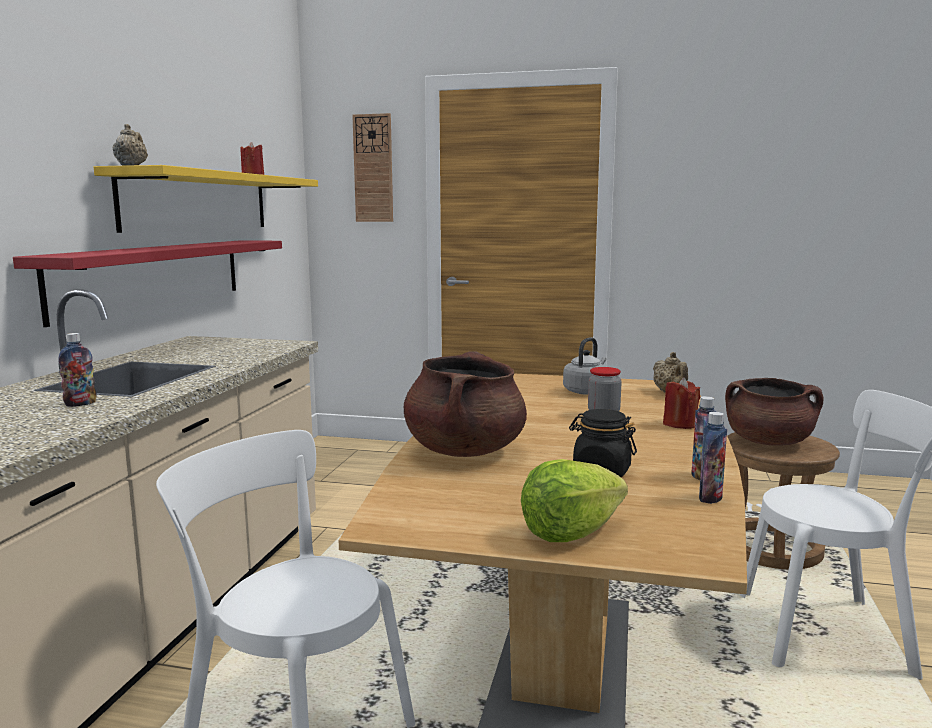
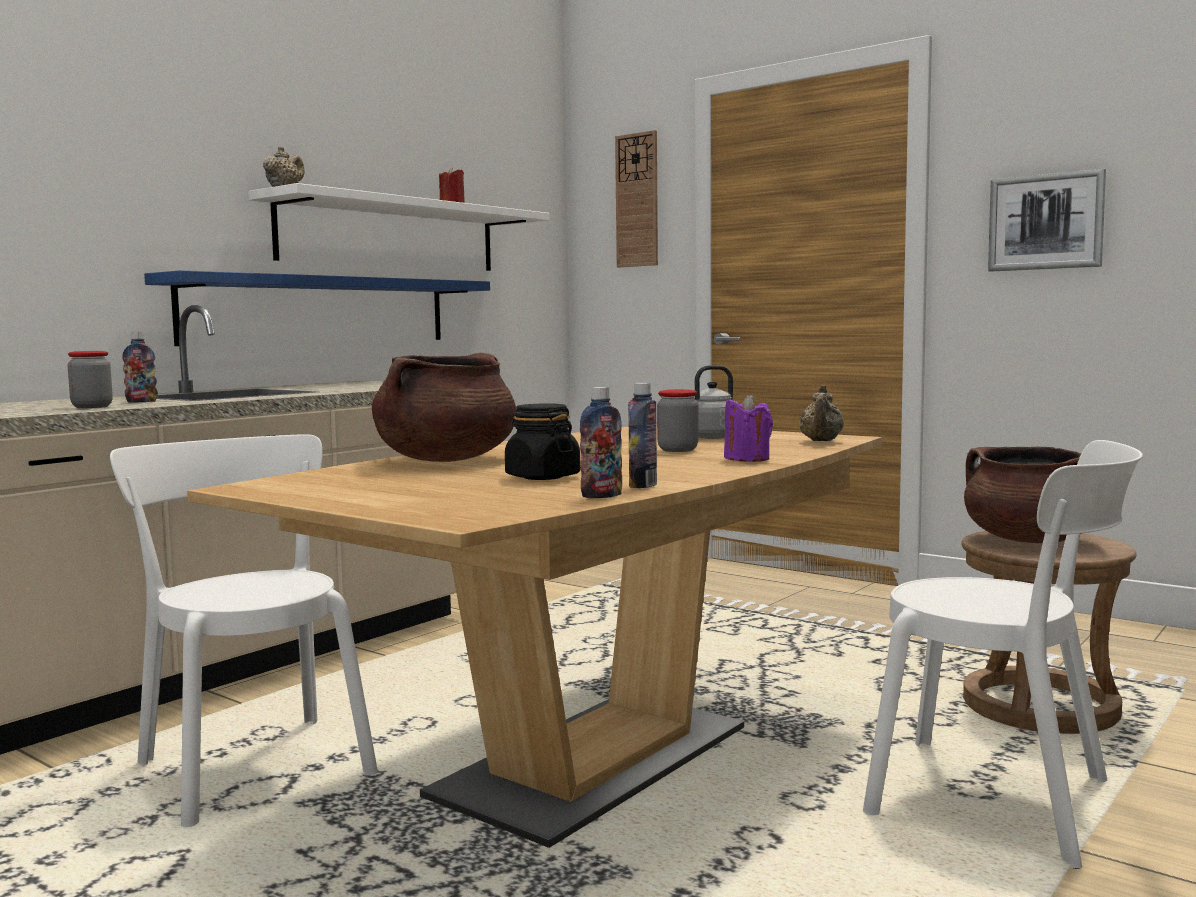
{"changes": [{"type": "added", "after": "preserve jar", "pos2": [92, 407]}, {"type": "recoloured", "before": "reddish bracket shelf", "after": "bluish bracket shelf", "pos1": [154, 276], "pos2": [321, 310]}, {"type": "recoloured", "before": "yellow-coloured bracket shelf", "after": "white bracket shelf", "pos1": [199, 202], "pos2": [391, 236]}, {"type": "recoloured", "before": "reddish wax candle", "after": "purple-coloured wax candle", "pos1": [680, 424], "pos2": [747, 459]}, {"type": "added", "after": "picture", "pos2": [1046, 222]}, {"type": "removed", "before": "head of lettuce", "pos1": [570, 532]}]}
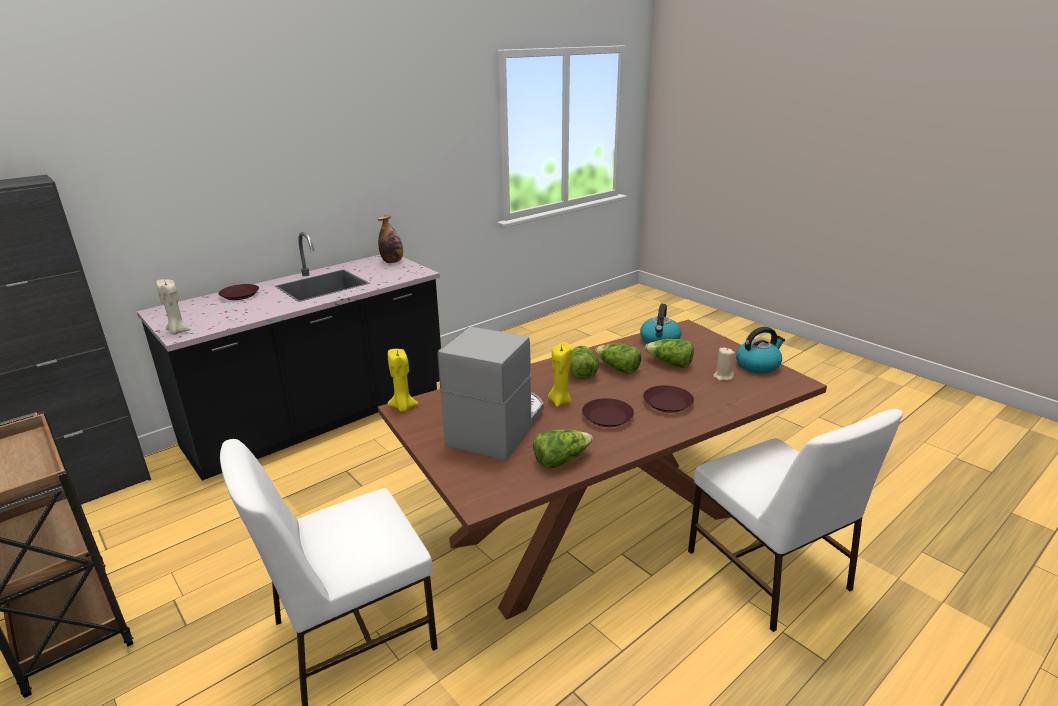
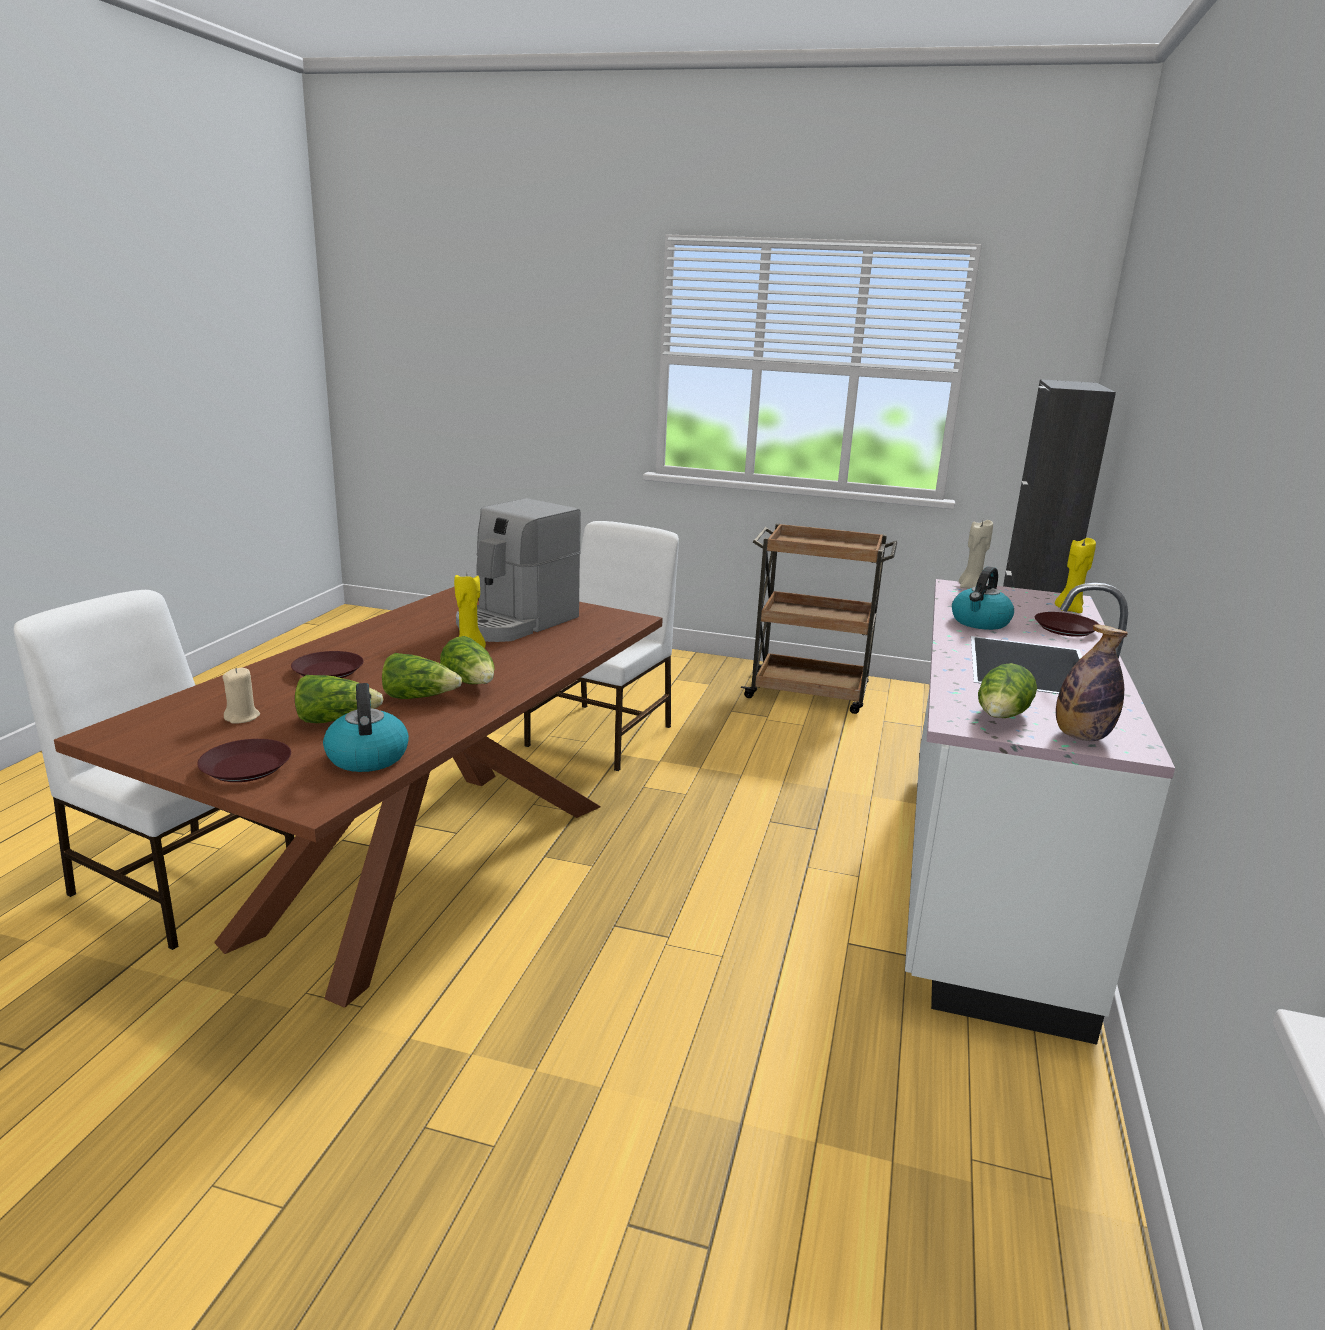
{"changes": [{"type": "moved", "before": "brownish flat dish", "pos1": [607, 417], "pos2": [246, 768]}, {"type": "turned", "before": "coffee machine", "pos1": [498, 426], "pos2": [515, 623], "turn": 45}, {"type": "recoloured", "before": "black-coloured kitchen counter", "after": "white kitchen counter", "pos1": [320, 419], "pos2": [982, 877]}, {"type": "moved", "before": "kettle", "pos1": [758, 365], "pos2": [980, 622]}, {"type": "moved", "before": "head of lettuce", "pos1": [561, 460], "pos2": [1001, 717]}, {"type": "moved", "before": "yellow-coloured wax candle", "pos1": [403, 407], "pos2": [1069, 610]}]}
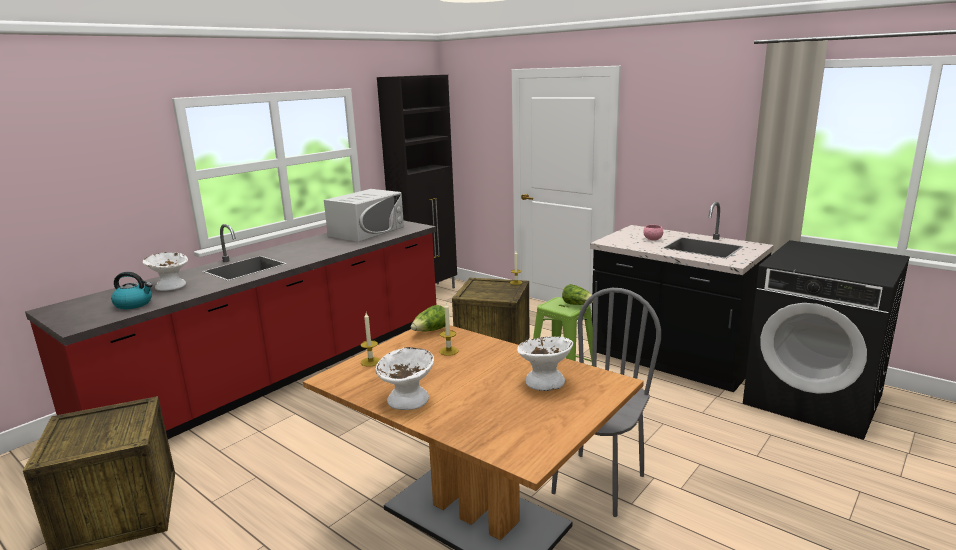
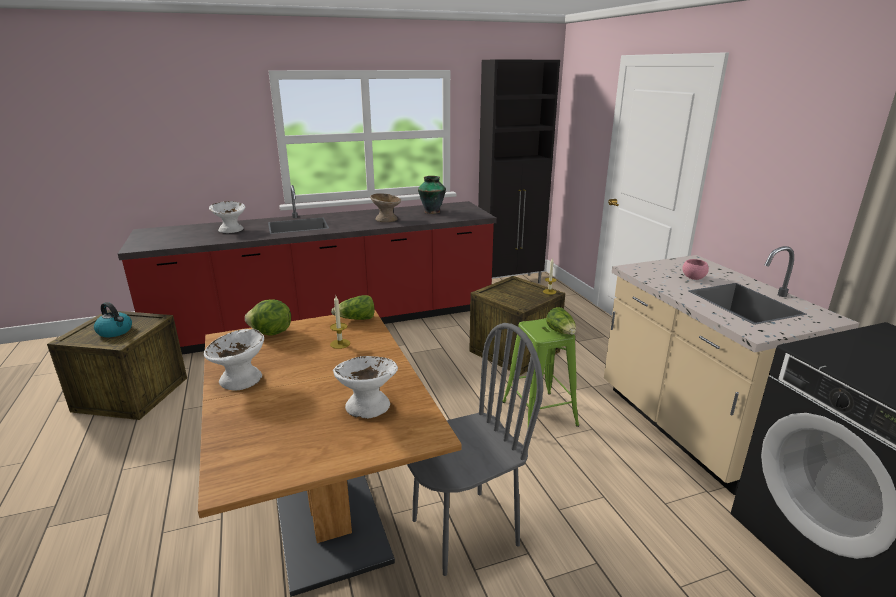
{"changes": [{"type": "moved", "before": "kettle", "pos1": [134, 304], "pos2": [115, 331]}, {"type": "replaced", "before": "wax candle", "after": "head of lettuce", "pos1": [370, 361], "pos2": [271, 333]}, {"type": "added", "after": "sand-coloured deep dish", "pos2": [386, 219]}, {"type": "replaced", "before": "white microwave", "after": "decorative vase", "pos1": [367, 231], "pos2": [431, 211]}, {"type": "recoloured", "before": "black-coloured kitchen counter", "after": "sand-coloured kitchen counter", "pos1": [671, 361], "pos2": [690, 428]}]}
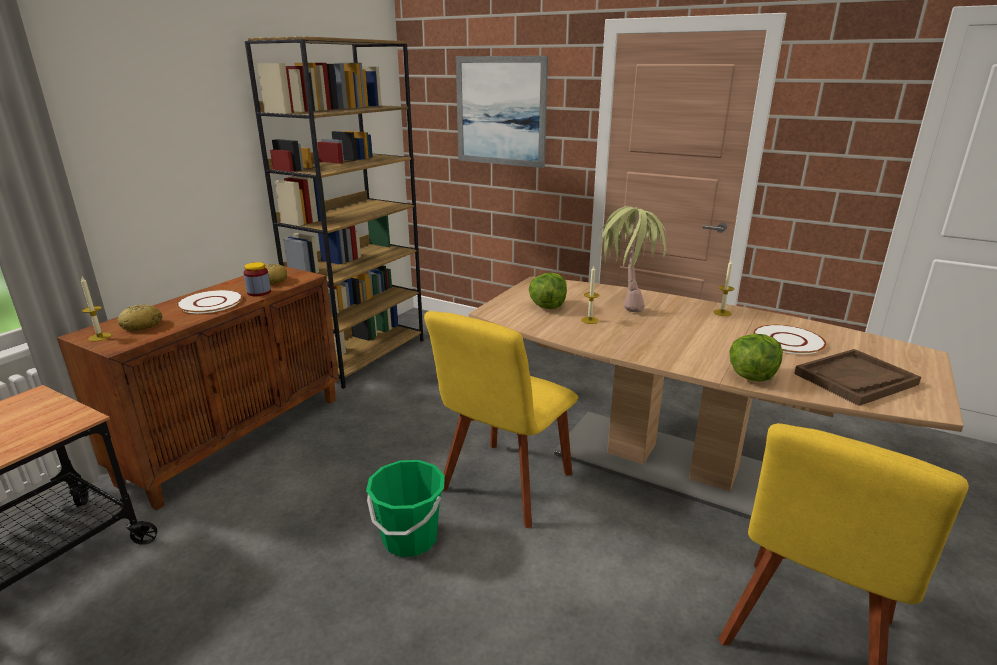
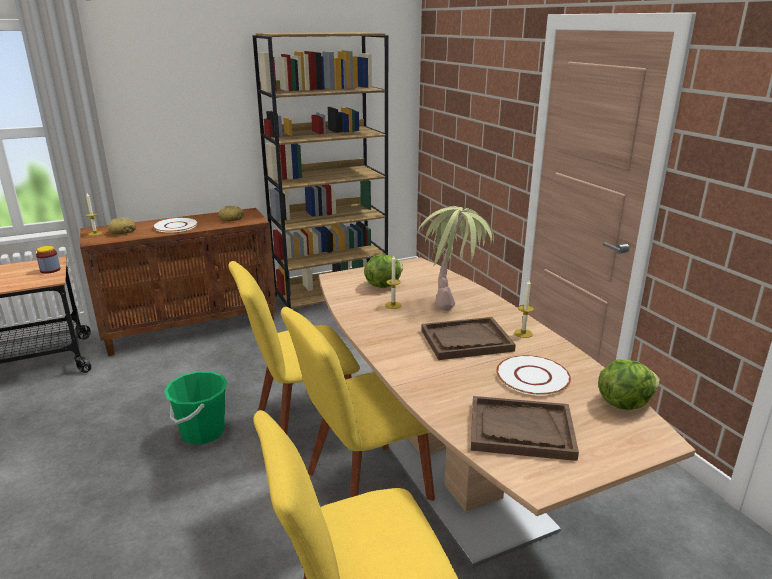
{"changes": [{"type": "moved", "before": "preserve jar", "pos1": [259, 292], "pos2": [50, 270]}, {"type": "added", "after": "yellow-coloured upright chair", "pos2": [362, 490]}, {"type": "added", "after": "brownish serving tray", "pos2": [466, 340]}, {"type": "moved", "before": "head of lettuce", "pos1": [751, 376], "pos2": [623, 403]}, {"type": "removed", "before": "picture", "pos1": [500, 111]}]}
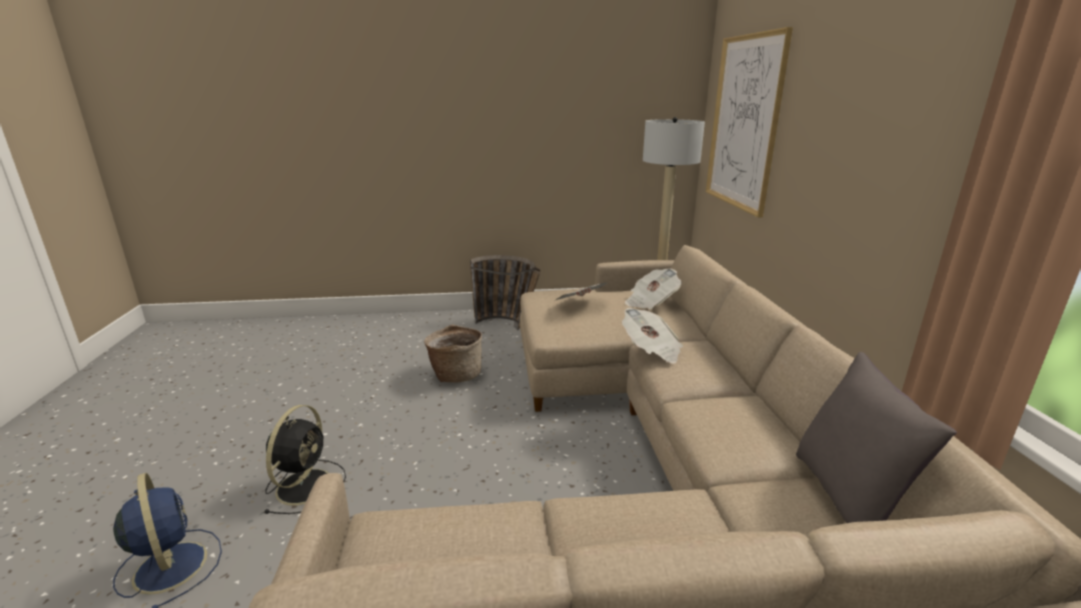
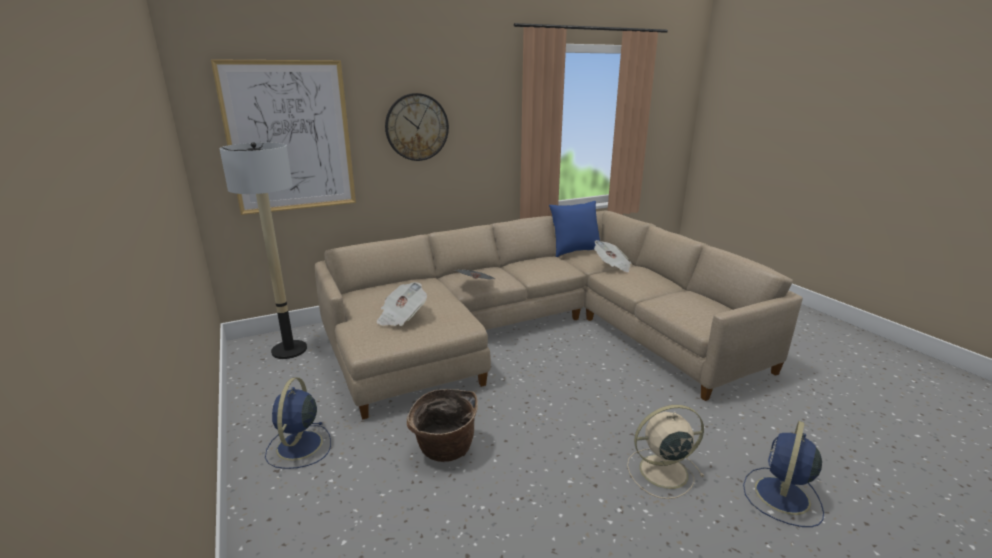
{"changes": [{"type": "replaced", "before": "household basket", "after": "bluish electric fan", "pos1": [509, 325], "pos2": [299, 447]}, {"type": "added", "after": "clock on the wall", "pos2": [417, 127]}, {"type": "recoloured", "before": "gray cushion", "after": "bluish cushion", "pos1": [847, 497], "pos2": [574, 251]}, {"type": "moved", "before": "daily paper", "pos1": [650, 302], "pos2": [612, 266]}, {"type": "recoloured", "before": "black-coloured electric fan", "after": "sand-coloured electric fan", "pos1": [306, 485], "pos2": [661, 471]}]}
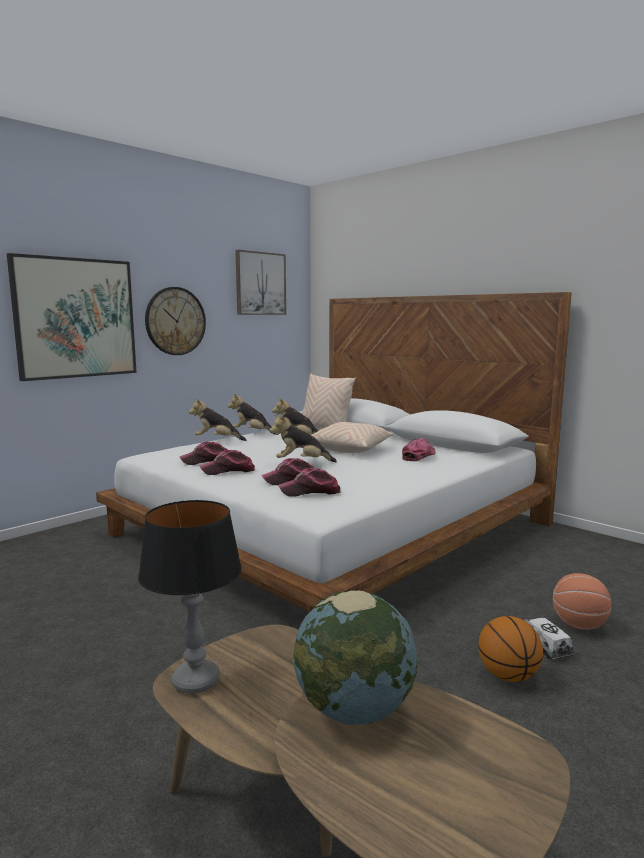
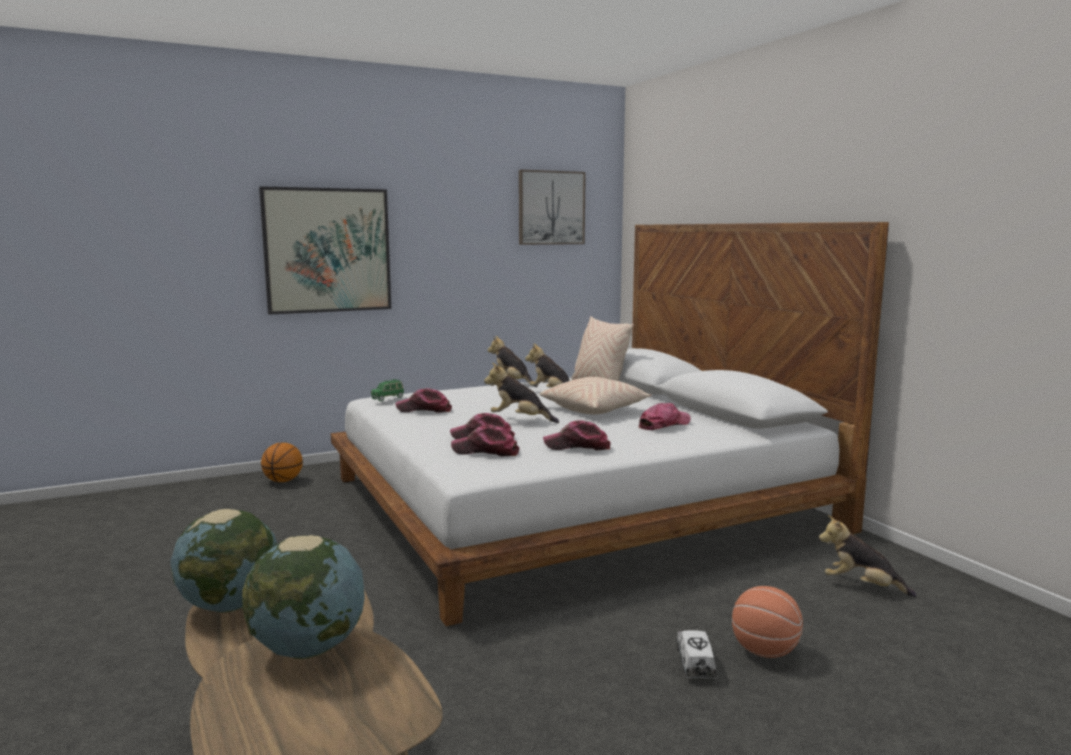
{"changes": [{"type": "replaced", "before": "tabletop lamp", "after": "desk globe", "pos1": [196, 680], "pos2": [230, 605]}, {"type": "moved", "before": "ball for basketball", "pos1": [508, 675], "pos2": [283, 481]}, {"type": "added", "after": "greenish miniature car", "pos2": [388, 398]}, {"type": "moved", "before": "cap", "pos1": [228, 471], "pos2": [577, 446]}, {"type": "moved", "before": "cuddly toy", "pos1": [217, 440], "pos2": [861, 586]}, {"type": "removed", "before": "clock on the wall", "pos1": [175, 321]}]}
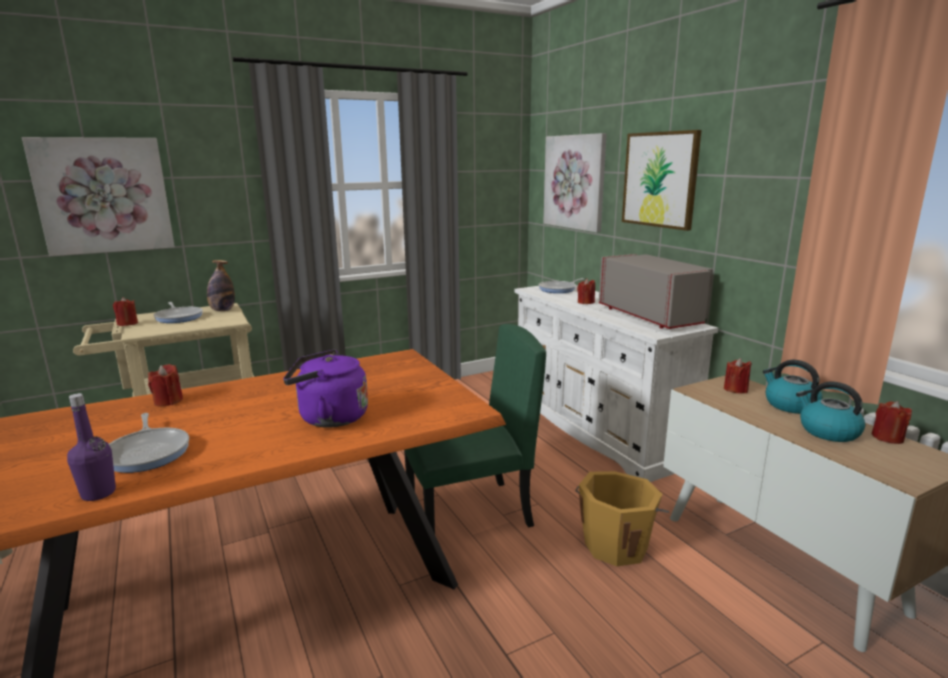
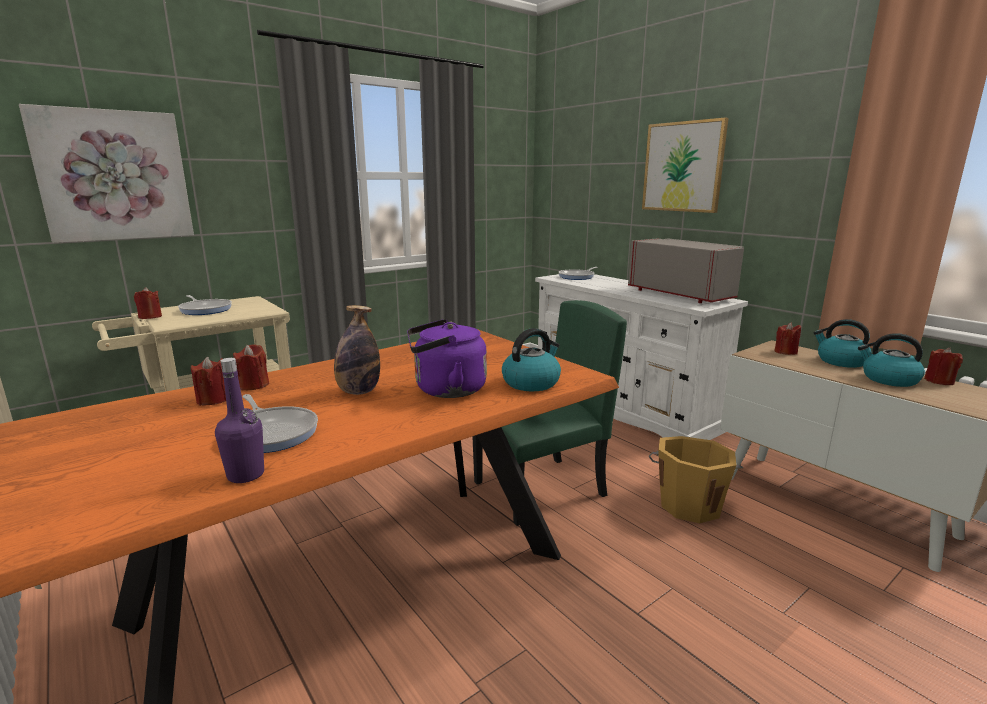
{"changes": [{"type": "moved", "before": "reddish wax candle", "pos1": [585, 302], "pos2": [213, 400]}, {"type": "moved", "before": "drink bottle", "pos1": [222, 310], "pos2": [358, 392]}, {"type": "added", "after": "kettle", "pos2": [531, 382]}, {"type": "removed", "before": "picture", "pos1": [575, 182]}]}
